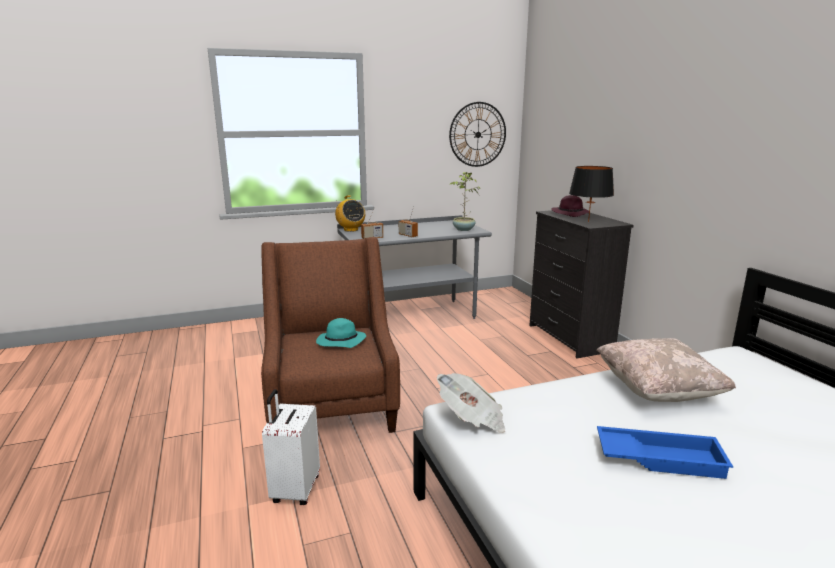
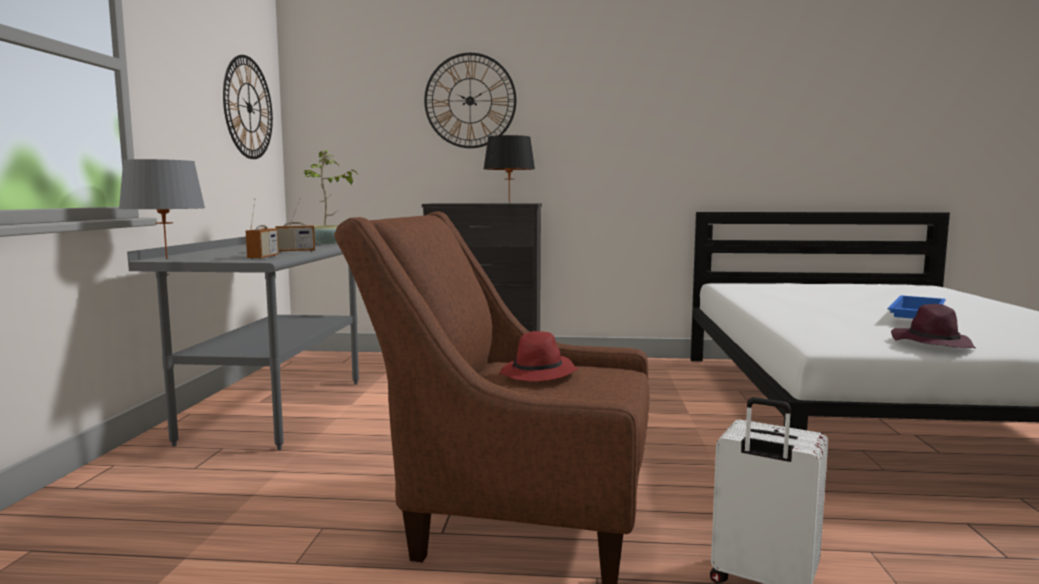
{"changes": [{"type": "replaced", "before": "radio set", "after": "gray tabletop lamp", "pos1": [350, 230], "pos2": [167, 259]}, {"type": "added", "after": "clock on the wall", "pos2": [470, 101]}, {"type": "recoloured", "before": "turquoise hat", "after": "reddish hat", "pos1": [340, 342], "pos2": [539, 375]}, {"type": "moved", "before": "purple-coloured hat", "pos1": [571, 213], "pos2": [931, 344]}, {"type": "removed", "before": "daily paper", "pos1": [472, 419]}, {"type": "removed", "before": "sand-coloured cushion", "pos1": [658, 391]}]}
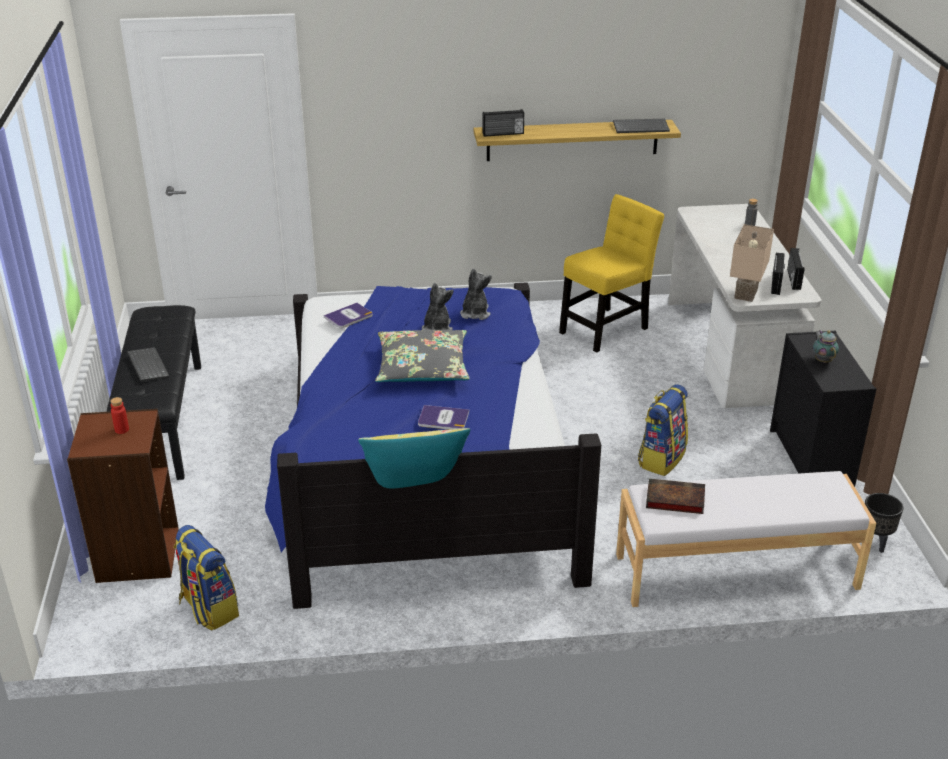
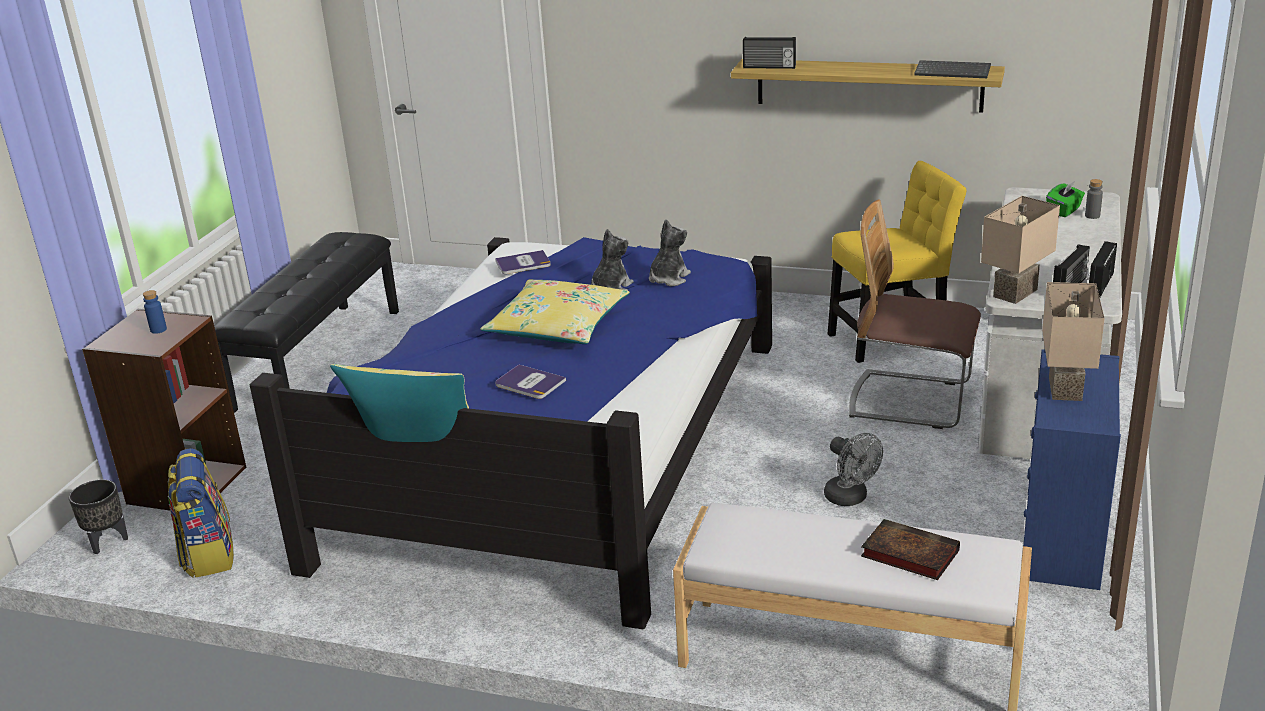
{"changes": [{"type": "moved", "before": "black-coloured planter", "pos1": [875, 542], "pos2": [108, 542]}, {"type": "recoloured", "before": "reddish drink bottle", "after": "bluish drink bottle", "pos1": [122, 430], "pos2": [158, 330]}, {"type": "recoloured", "before": "gray cushion", "after": "yellow-coloured cushion", "pos1": [422, 367], "pos2": [557, 326]}, {"type": "replaced", "before": "rucksack", "after": "gray electric fan", "pos1": [661, 458], "pos2": [850, 498]}, {"type": "added", "after": "upright chair", "pos2": [910, 401]}, {"type": "moved", "before": "bound book", "pos1": [673, 499], "pos2": [907, 554]}, {"type": "recoloured", "before": "black-coloured chest of drawers", "after": "bluish chest of drawers", "pos1": [811, 460], "pos2": [1062, 540]}, {"type": "replaced", "before": "pot for tea", "after": "sand-coloured tabletop lamp", "pos1": [822, 360], "pos2": [1068, 389]}, {"type": "added", "after": "greenish tissue box", "pos2": [1064, 211]}, {"type": "removed", "before": "keyboard", "pos1": [147, 366]}]}
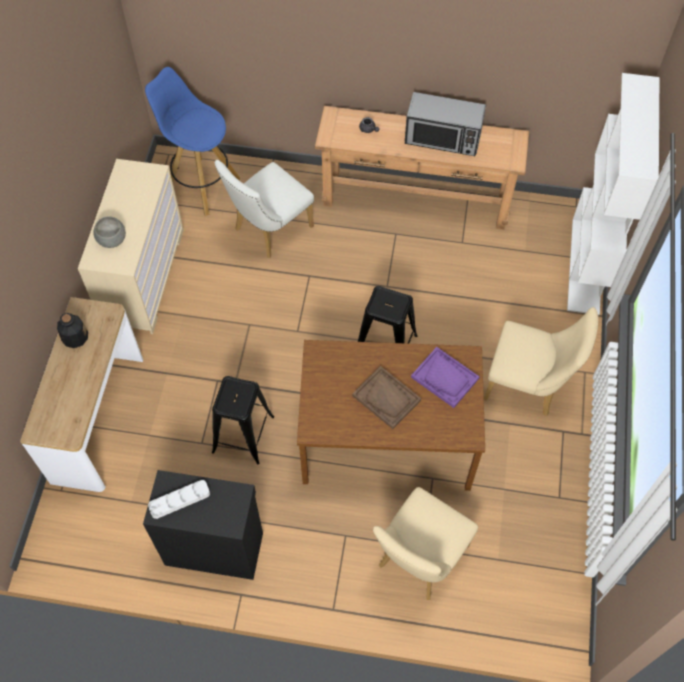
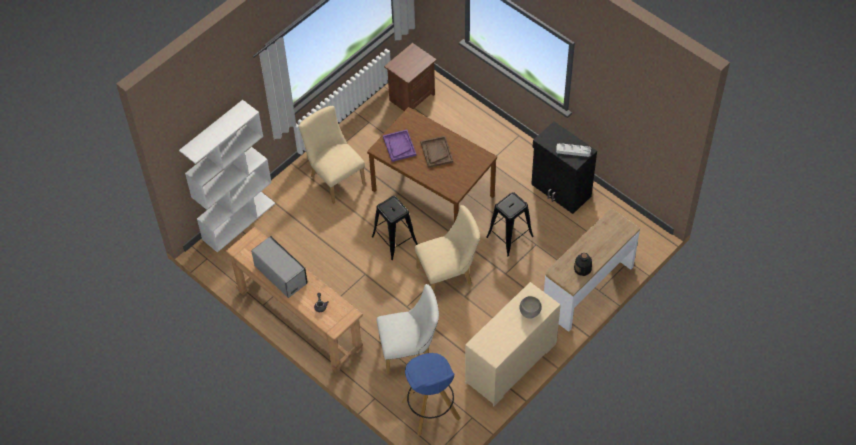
{"changes": [{"type": "added", "after": "brownish nightstand", "pos2": [411, 97]}, {"type": "moved", "before": "sand-coloured upright chair", "pos1": [418, 560], "pos2": [448, 275]}]}
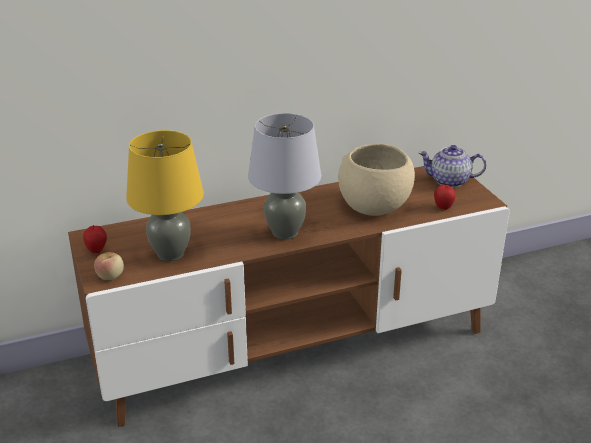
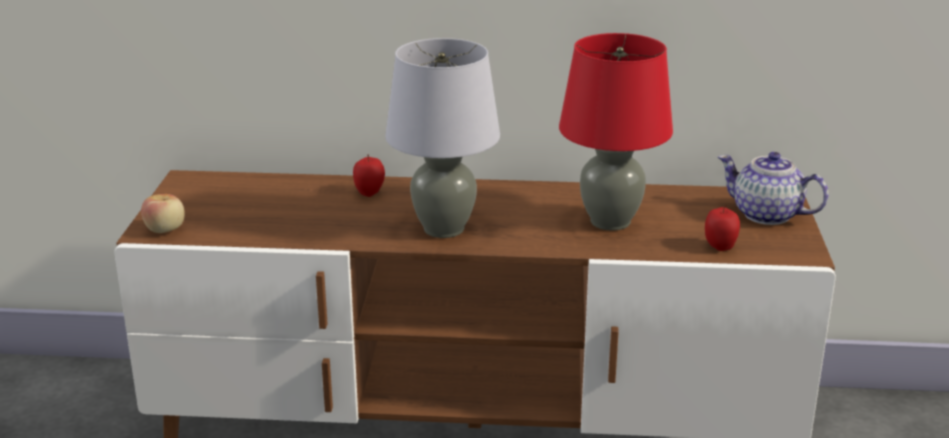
{"changes": [{"type": "moved", "before": "apple", "pos1": [97, 250], "pos2": [369, 193]}, {"type": "replaced", "before": "sand-coloured deep dish", "after": "reddish tabletop lamp", "pos1": [373, 205], "pos2": [610, 222]}, {"type": "removed", "before": "yellow-coloured tabletop lamp", "pos1": [171, 254]}]}
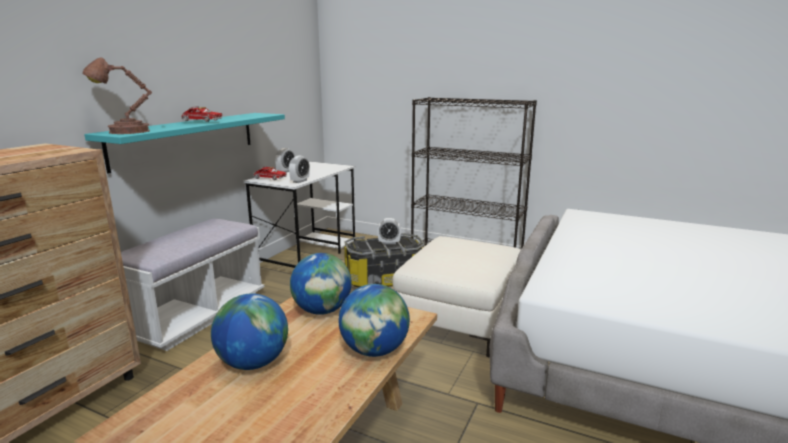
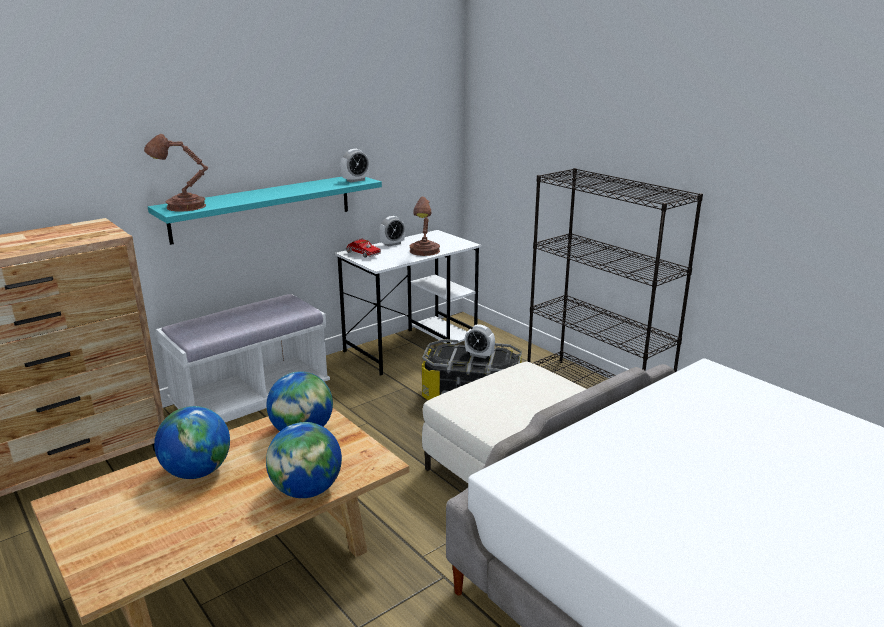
{"changes": [{"type": "moved", "before": "alarm clock", "pos1": [300, 181], "pos2": [355, 180]}, {"type": "added", "after": "brownish tabletop lamp", "pos2": [424, 252]}, {"type": "removed", "before": "model truck", "pos1": [200, 122]}]}
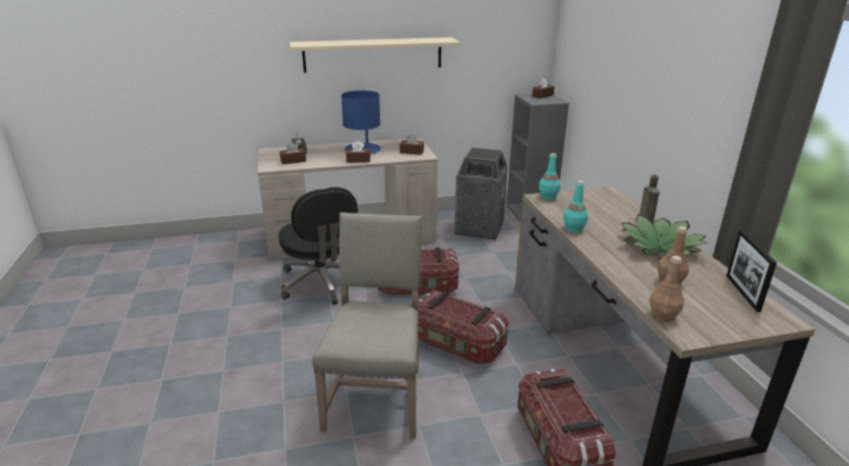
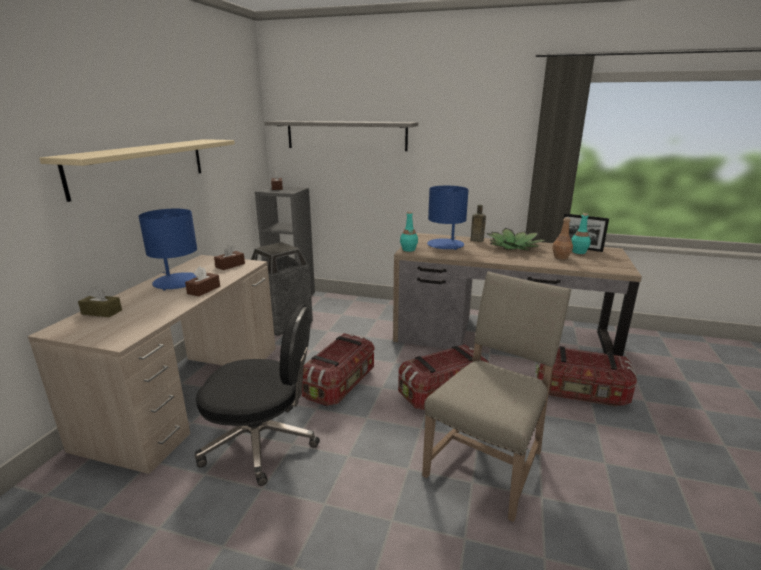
{"changes": [{"type": "added", "after": "gray bracket shelf", "pos2": [346, 135]}, {"type": "turned", "before": "sand-coloured upright chair", "pos1": [377, 395], "pos2": [488, 462], "turn": 90}, {"type": "added", "after": "bluish tabletop lamp", "pos2": [445, 245]}, {"type": "moved", "before": "turquoise drink bottle", "pos1": [573, 229], "pos2": [579, 252]}, {"type": "removed", "before": "brownish tissue box", "pos1": [293, 161]}, {"type": "removed", "before": "brownish drink bottle", "pos1": [663, 315]}]}
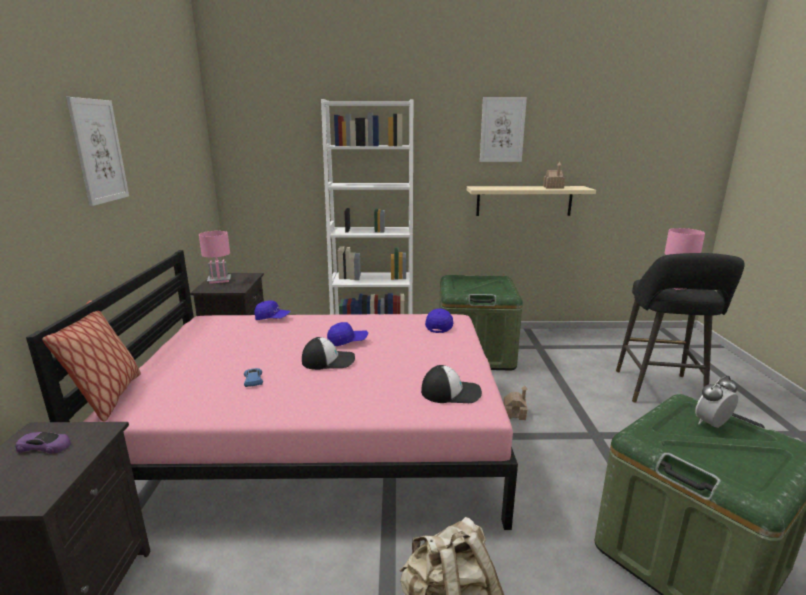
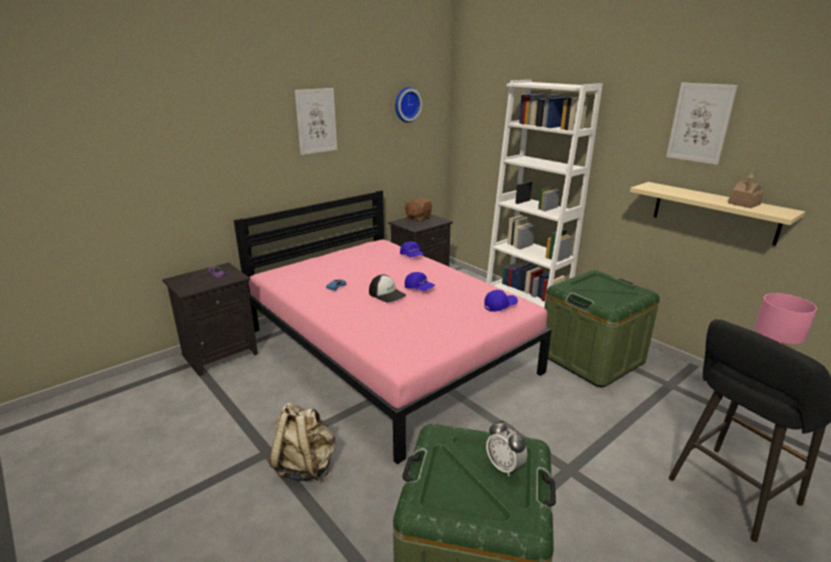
{"changes": [{"type": "added", "after": "clock on the wall", "pos2": [406, 104]}, {"type": "replaced", "before": "pinkish tabletop lamp", "after": "brownish cuddly toy", "pos1": [219, 280], "pos2": [418, 218]}, {"type": "turned", "before": "alarm clock", "pos1": [711, 424], "pos2": [504, 466], "turn": -150}, {"type": "removed", "before": "cushion", "pos1": [108, 398]}, {"type": "removed", "before": "cap", "pos1": [451, 392]}, {"type": "removed", "before": "model house", "pos1": [514, 413]}]}
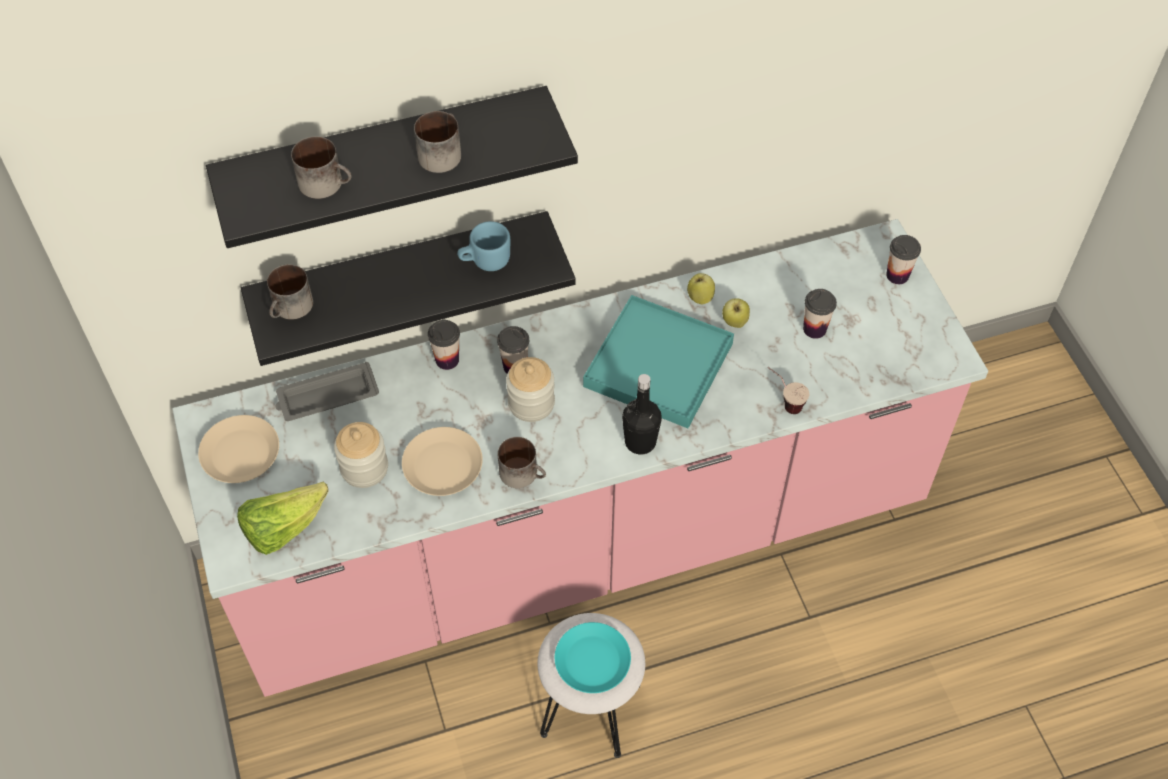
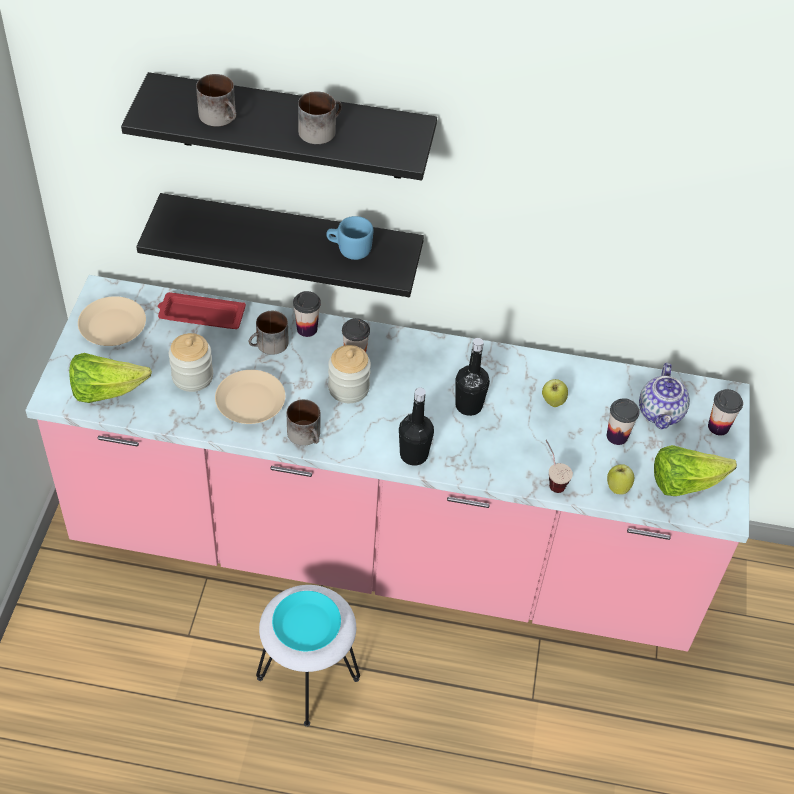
{"changes": [{"type": "recoloured", "before": "gray serving tray", "after": "reddish serving tray", "pos1": [326, 397], "pos2": [200, 315]}, {"type": "moved", "before": "tea mug", "pos1": [291, 309], "pos2": [269, 345]}, {"type": "replaced", "before": "turquoise serving tray", "after": "black-coloured drink bottle", "pos1": [659, 365], "pos2": [468, 405]}, {"type": "moved", "before": "apple", "pos1": [700, 298], "pos2": [617, 487]}, {"type": "added", "after": "pot for tea", "pos2": [661, 413]}, {"type": "added", "after": "head of lettuce", "pos2": [684, 483]}]}
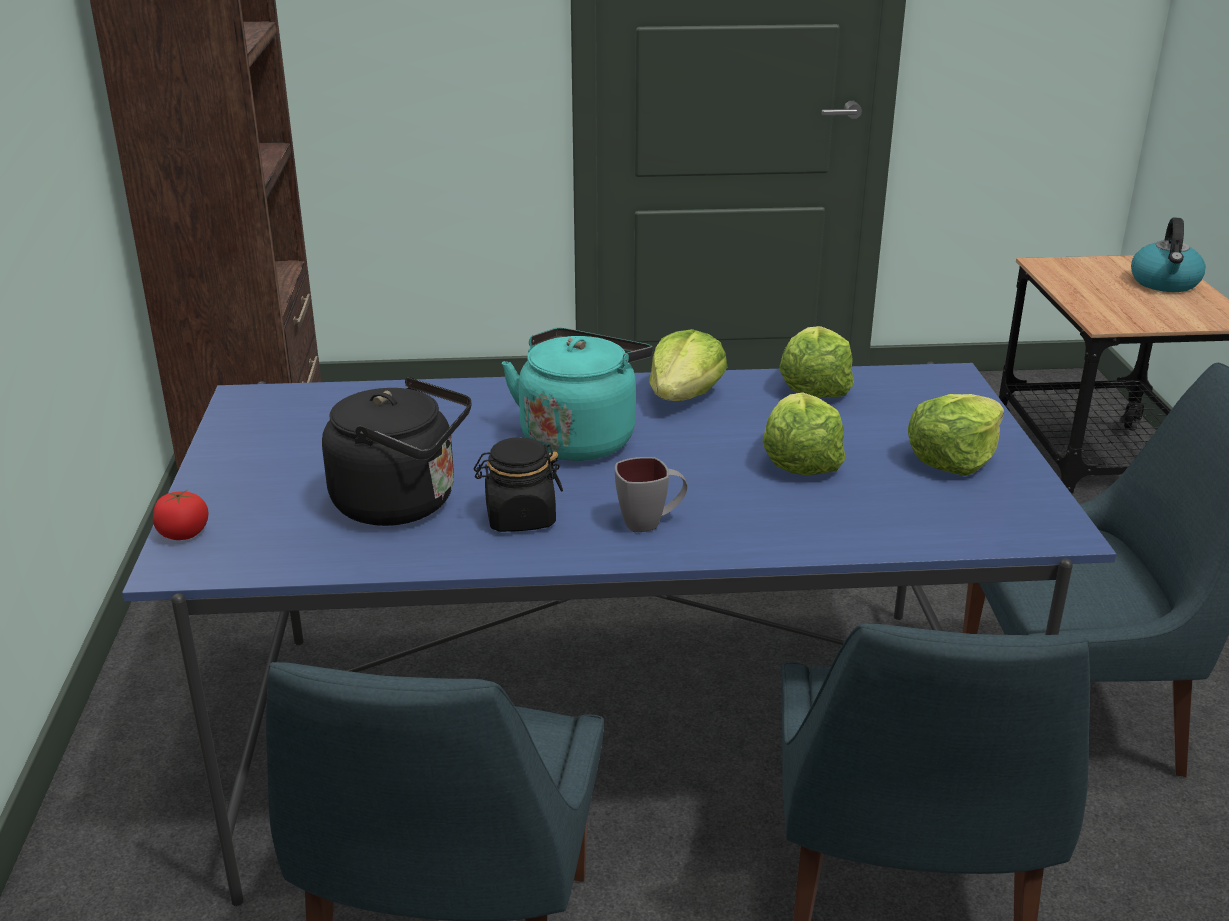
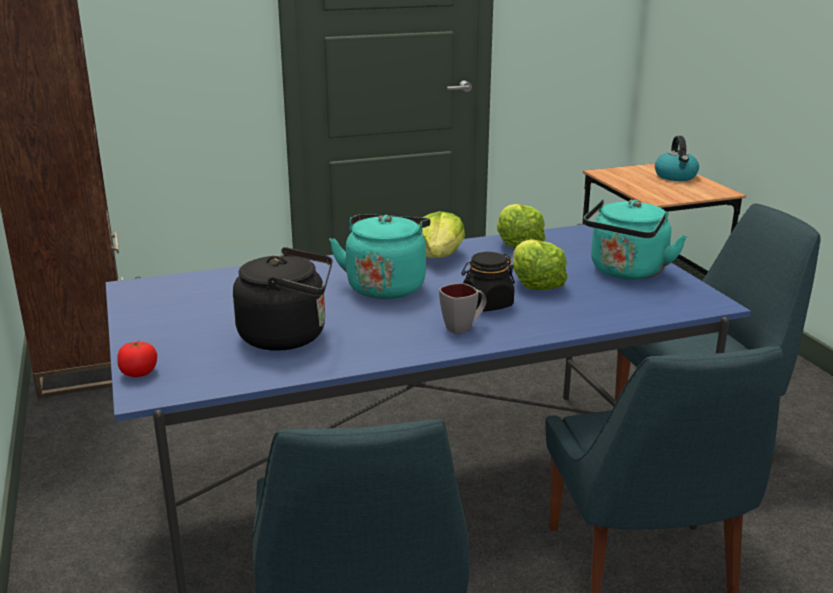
{"changes": [{"type": "moved", "before": "black-coloured preserve jar", "pos1": [520, 518], "pos2": [487, 304]}, {"type": "replaced", "before": "head of lettuce", "after": "turquoise kettle", "pos1": [953, 459], "pos2": [626, 272]}]}
